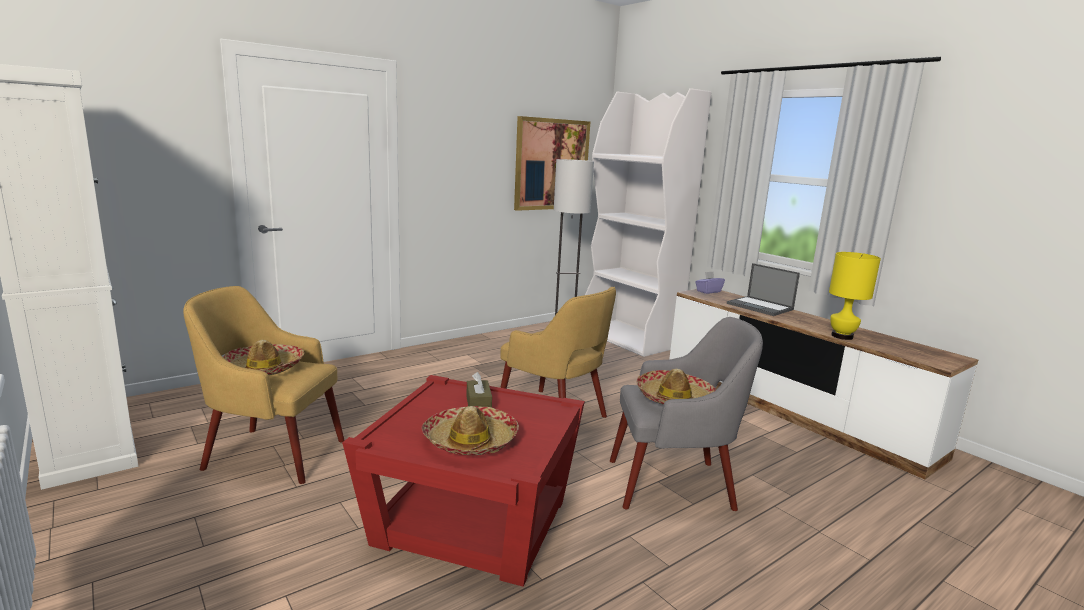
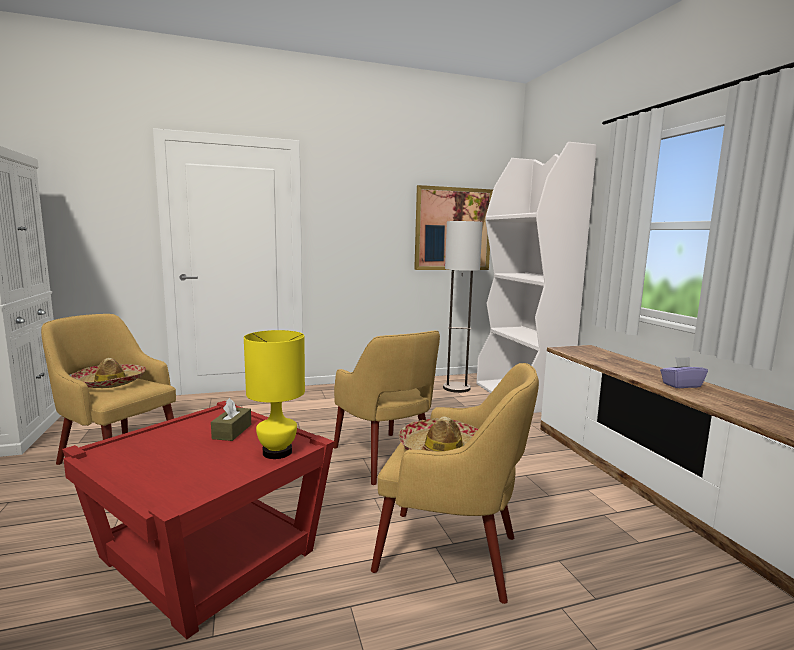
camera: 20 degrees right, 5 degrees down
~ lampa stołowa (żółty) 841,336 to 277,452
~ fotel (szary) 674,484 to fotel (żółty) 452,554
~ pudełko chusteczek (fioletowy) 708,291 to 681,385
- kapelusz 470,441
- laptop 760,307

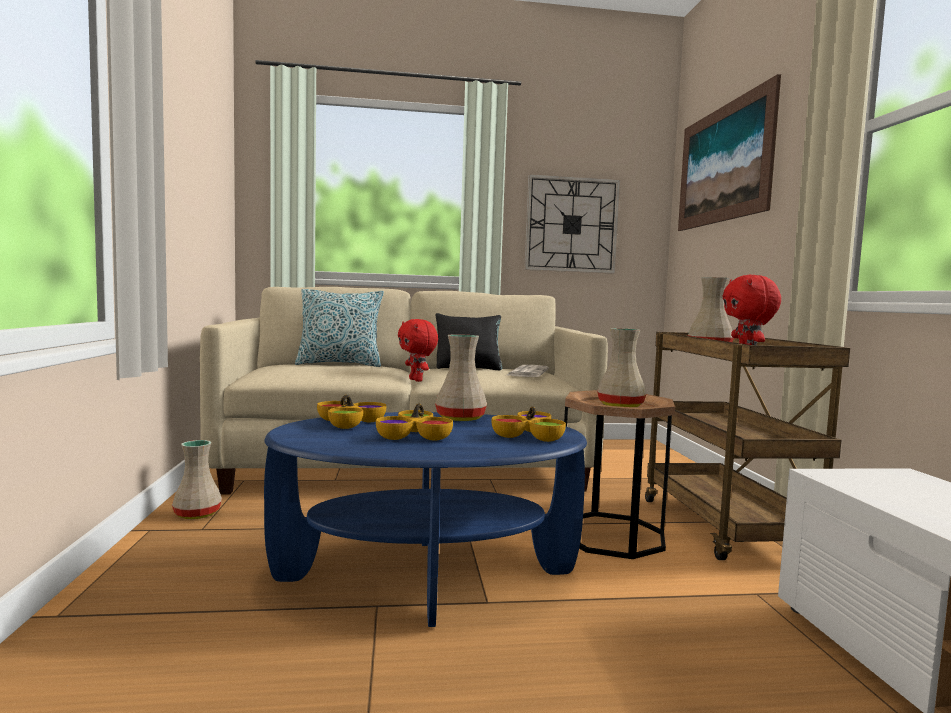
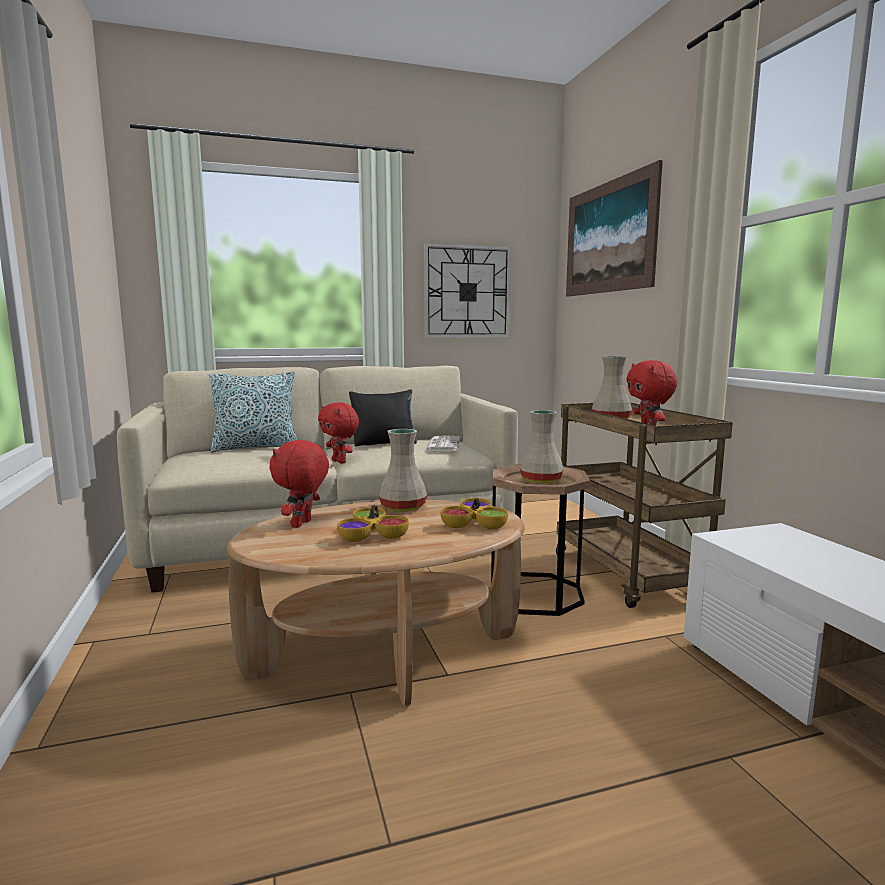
camera: 10 degrees left, 5 degrees up
~ ława (niebieski) 426,576 to ława (brązowy) 386,656
~ miska 349,423 to pluszak (czerwony) 302,524
- wazon (beżowy) 196,514

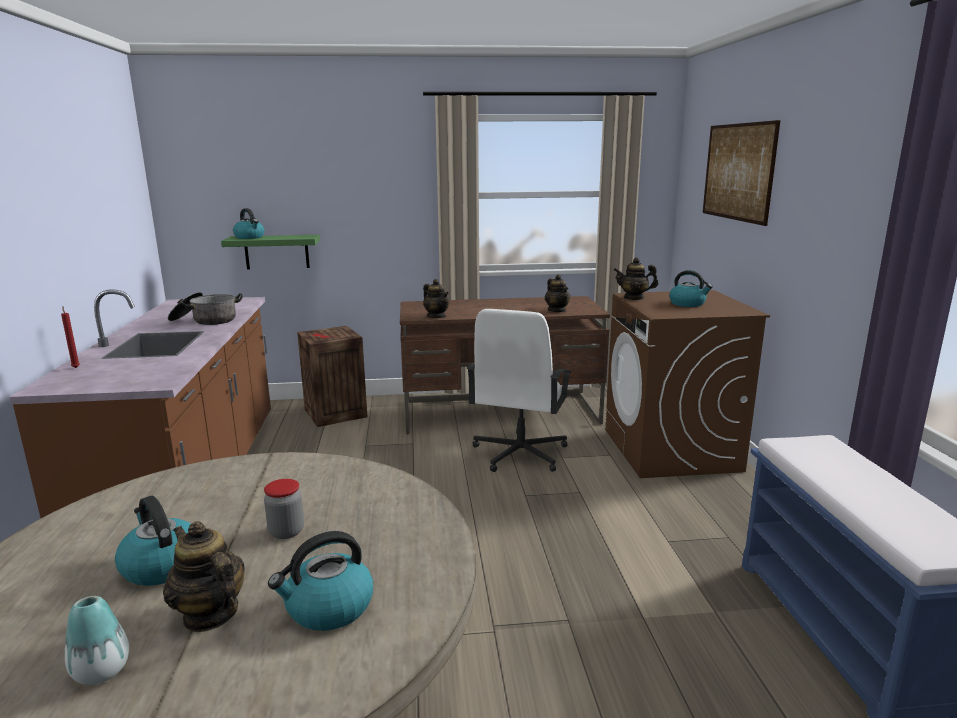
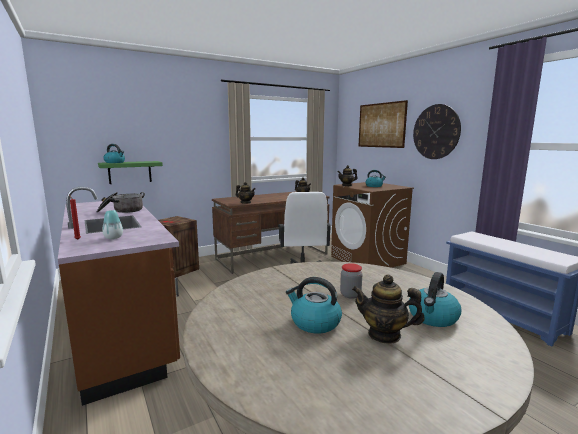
camera: 25 degrees left, 5 degrees down
~ wazon 101,671 to 113,237
+ zegar ścienny 436,132

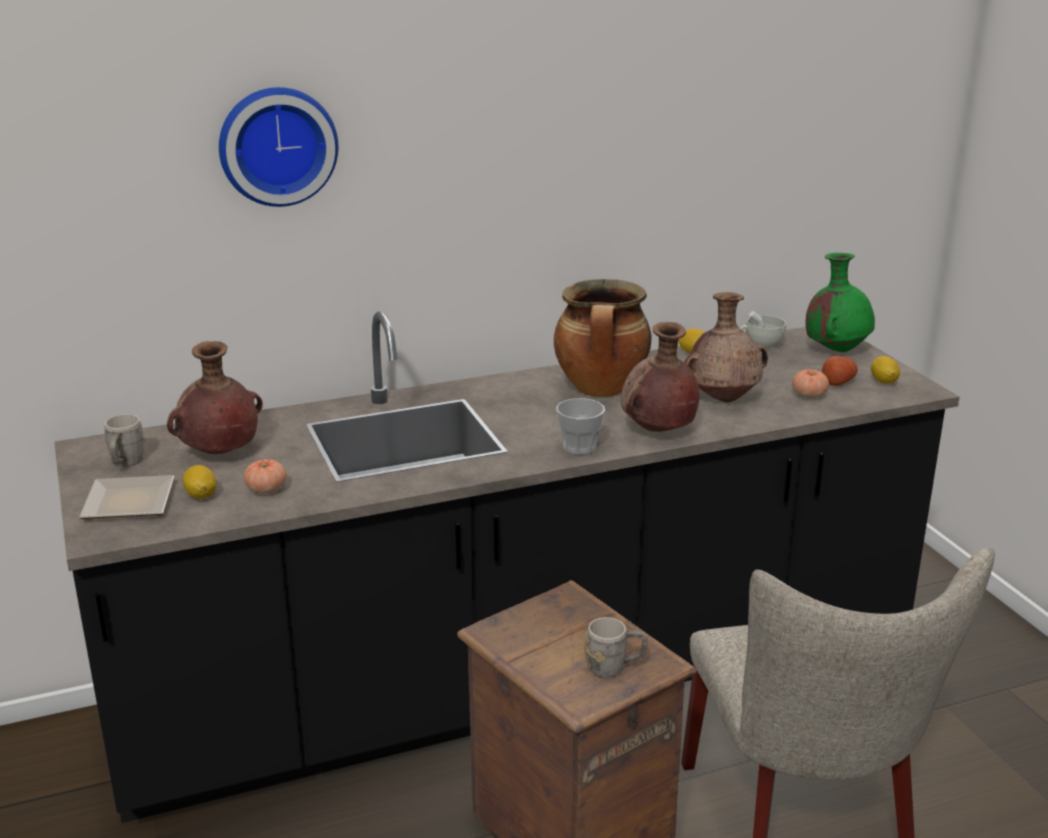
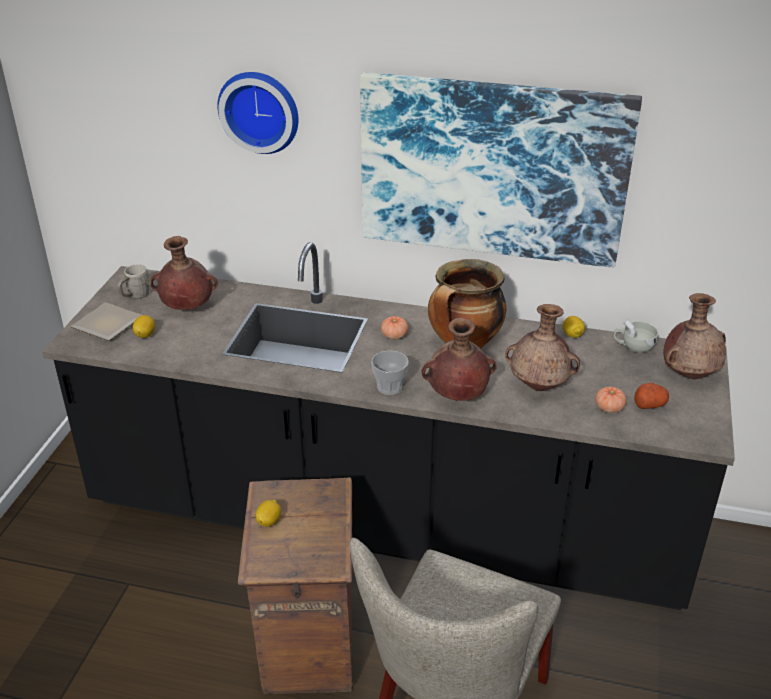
camera: 35 degrees right, 10 degrees up
~ cytryna 883,381 to 269,521
+ obraz 492,169
~ pomidor 266,489 to 394,336
~ wazon (zielony) 836,350 to wazon (brązowy) 690,374
- kubek (szary) 614,667

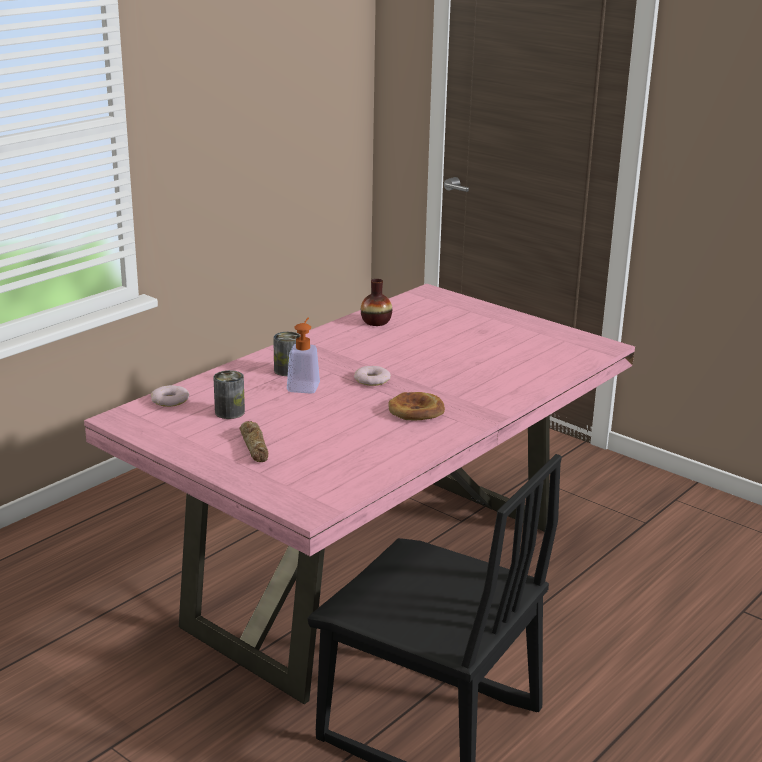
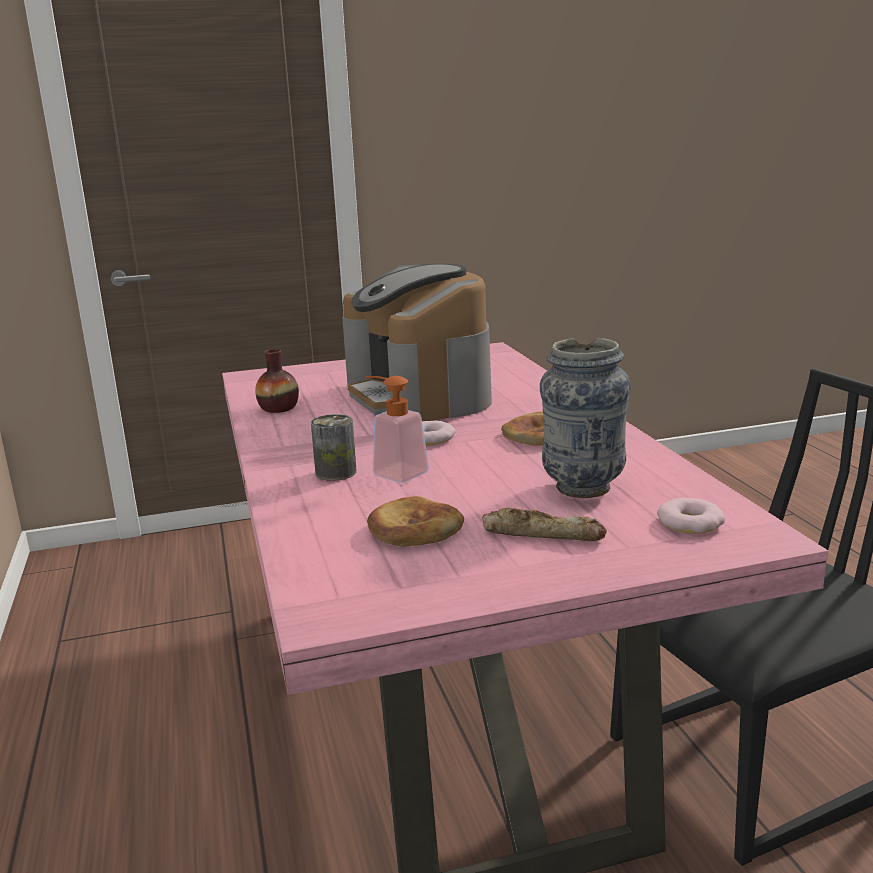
camera: 55 degrees left, 5 degrees down
+ ekspres do kawy 420,395
~ puszka 229,412 to chleb 414,529
+ wazon 583,487
~ donut 170,400 to 690,523

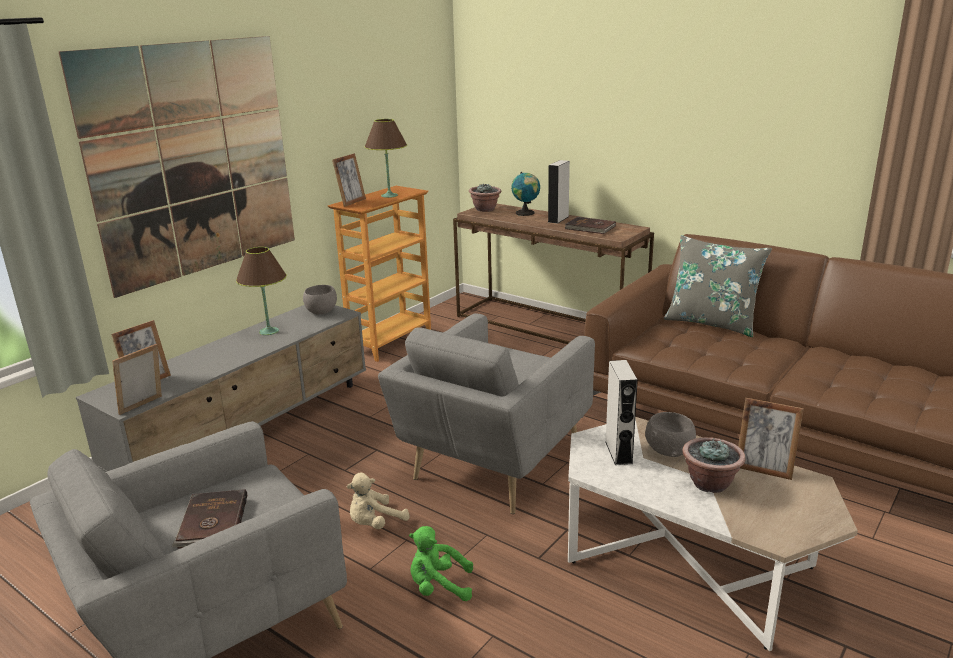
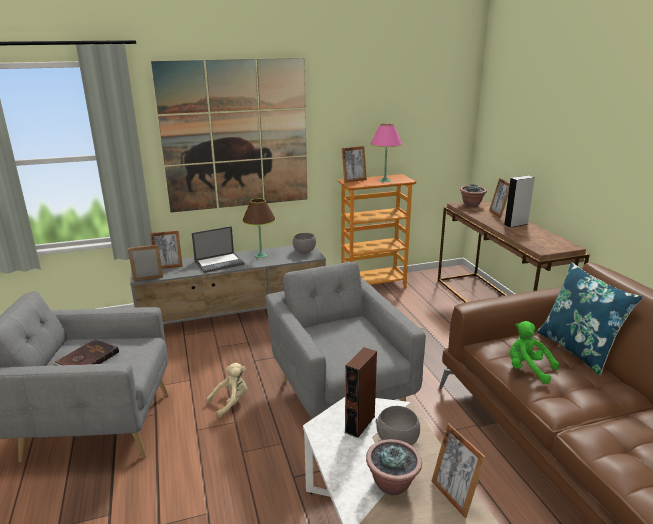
camera: 35 degrees right, 0 degrees up
+ laptop 220,262
~ pluszak (beżowy) 375,523 = 231,402 150 degrees clockwise
~ fotel (szary) 492,464 = 340,396 90 degrees clockwise
~ głośnik (szary) 618,452 to głośnik (brązowy) 360,424
~ lampa stołowa (brązowy) 389,195 to lampa stołowa (różowy) 384,180
~ globus 526,213 to ramka na zdjęcie 498,214
~ pluszak (zielony) 438,587 to 527,369
~ poduszka (szary) 712,323 to poduszka (niebieski) 577,350
- książka (brązowy) 590,228

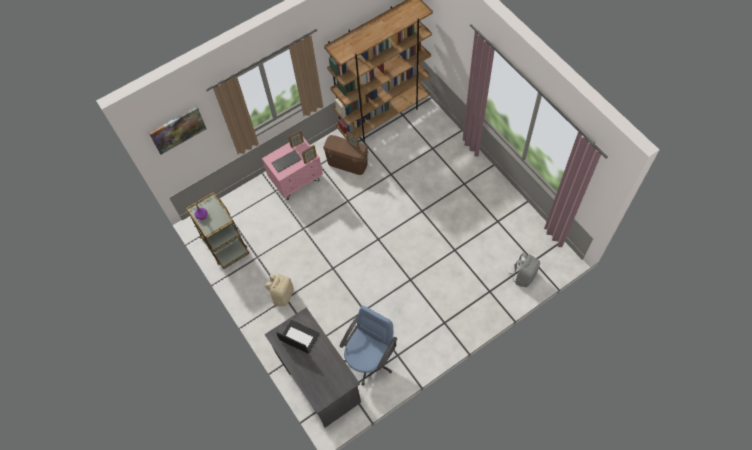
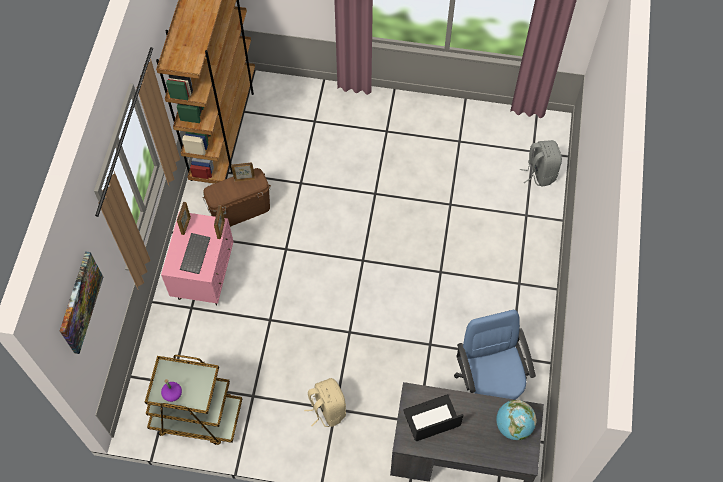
camera: 50 degrees left, 0 degrees up
+ globus 513,426

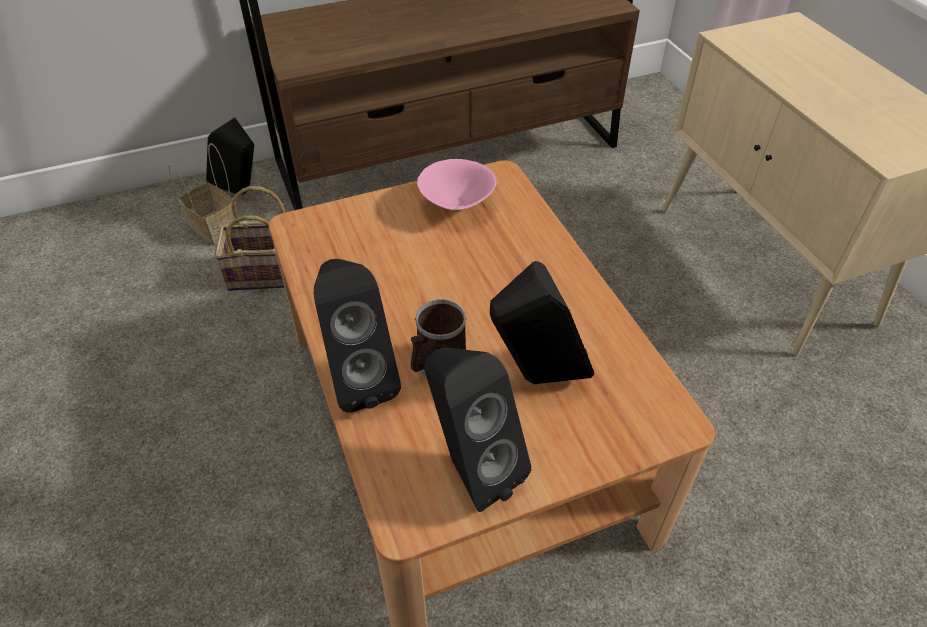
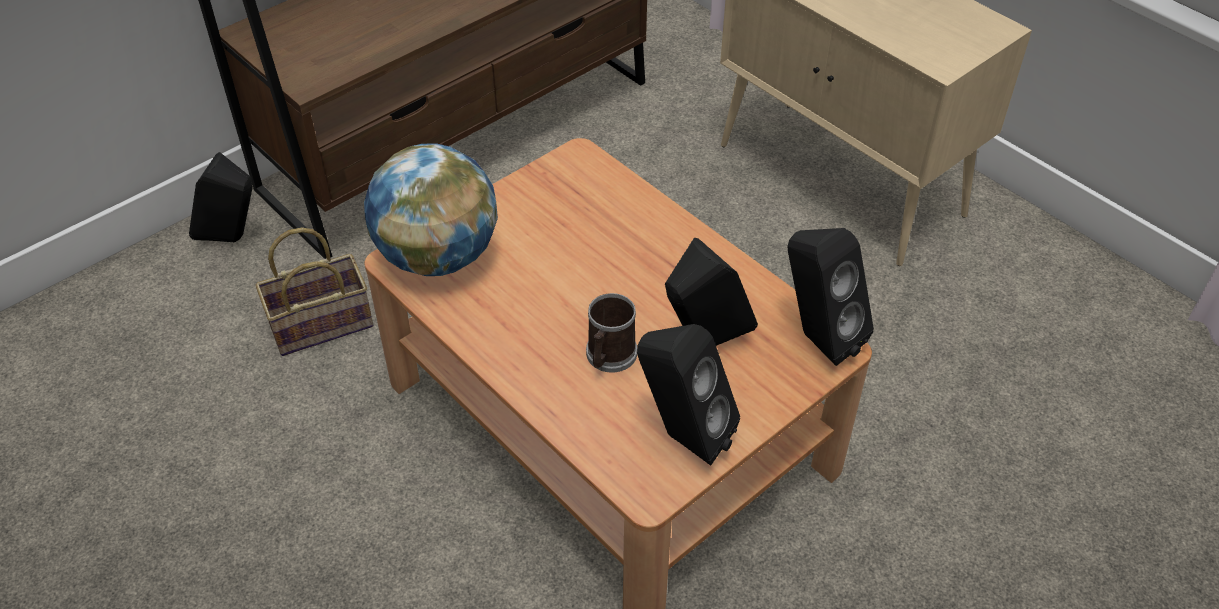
camera: 20 degrees left, 0 degrees up
+ globus 438,256
~ głośnik (czarny) 359,378 to 817,338
- koszyk 216,227
- miska (różowy) 456,206

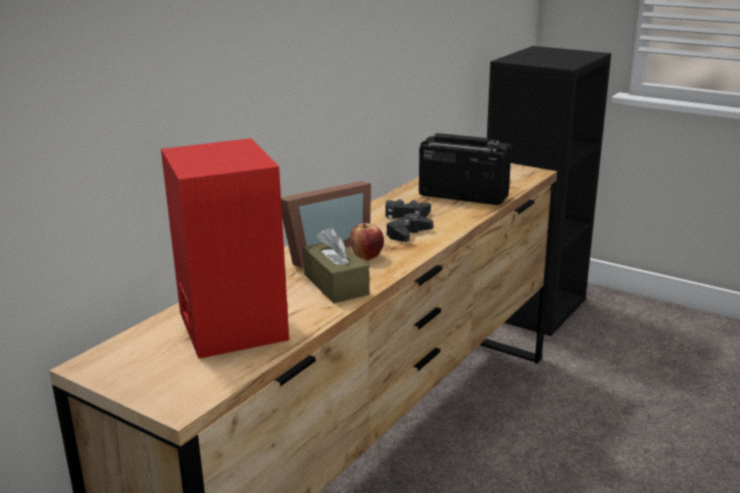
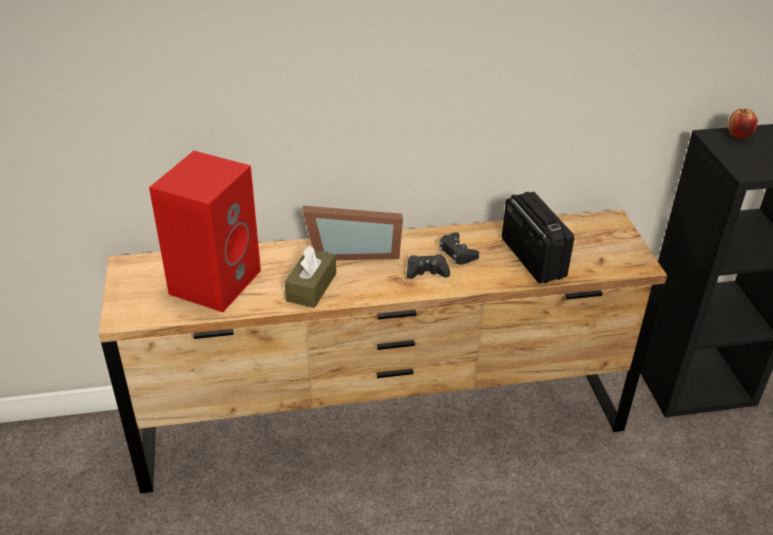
camera: 45 degrees right, 15 degrees up
~ jabłko 367,257 to 739,136

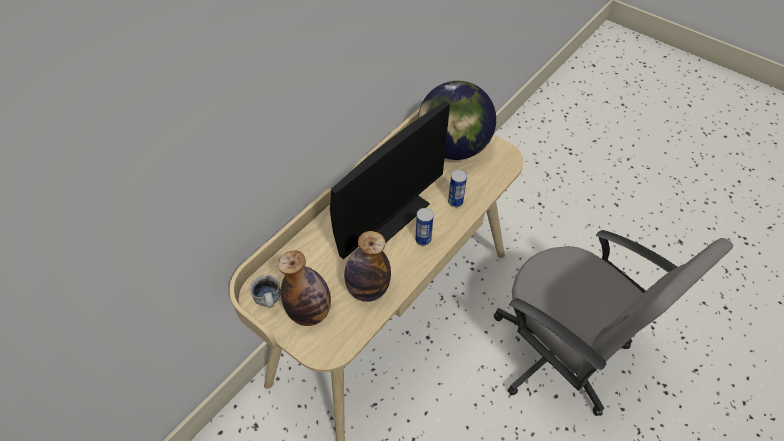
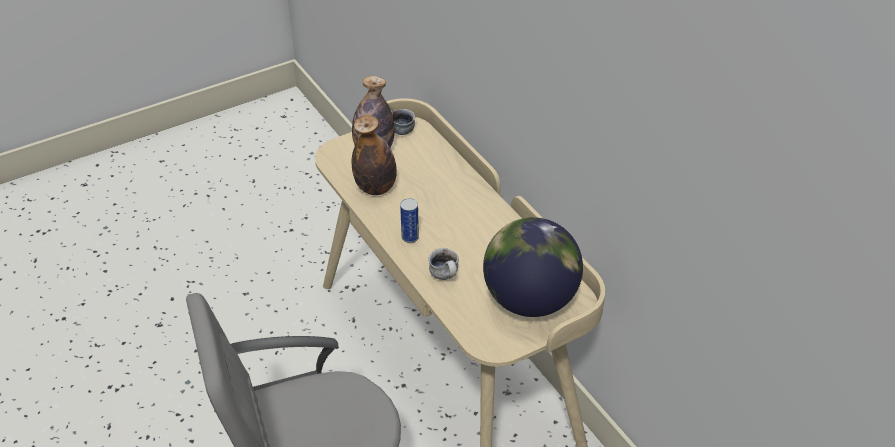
camera: 110 degrees right, 10 degrees down
~ puszka 455,202 to kubek 446,276
- monitor 389,217

